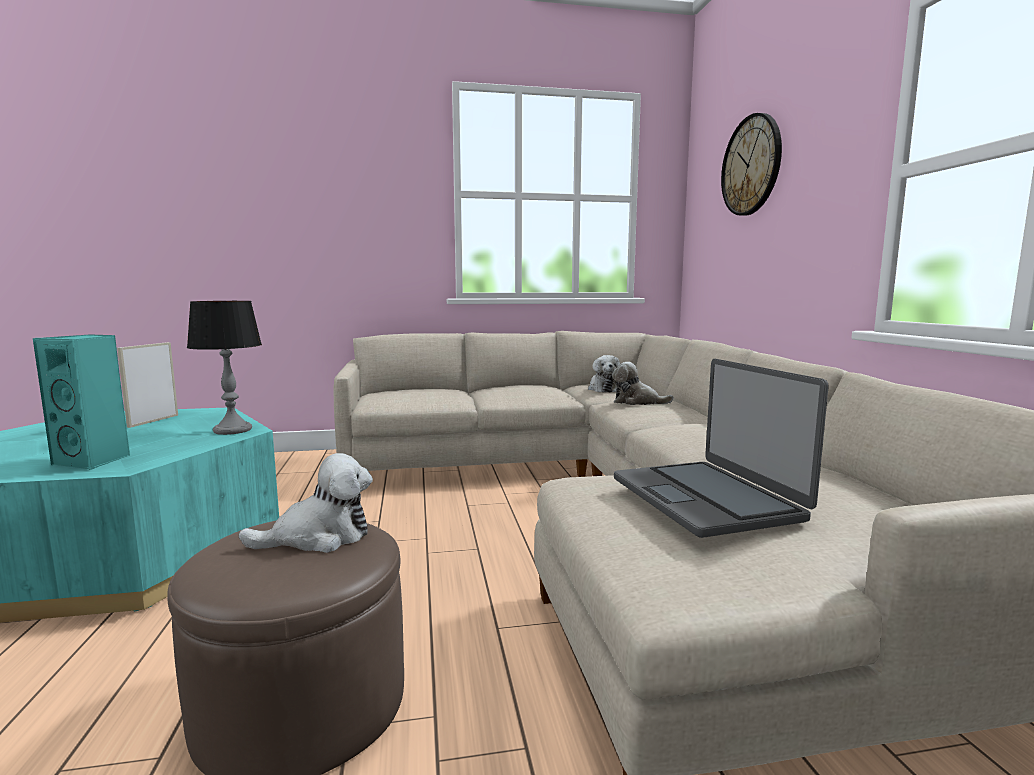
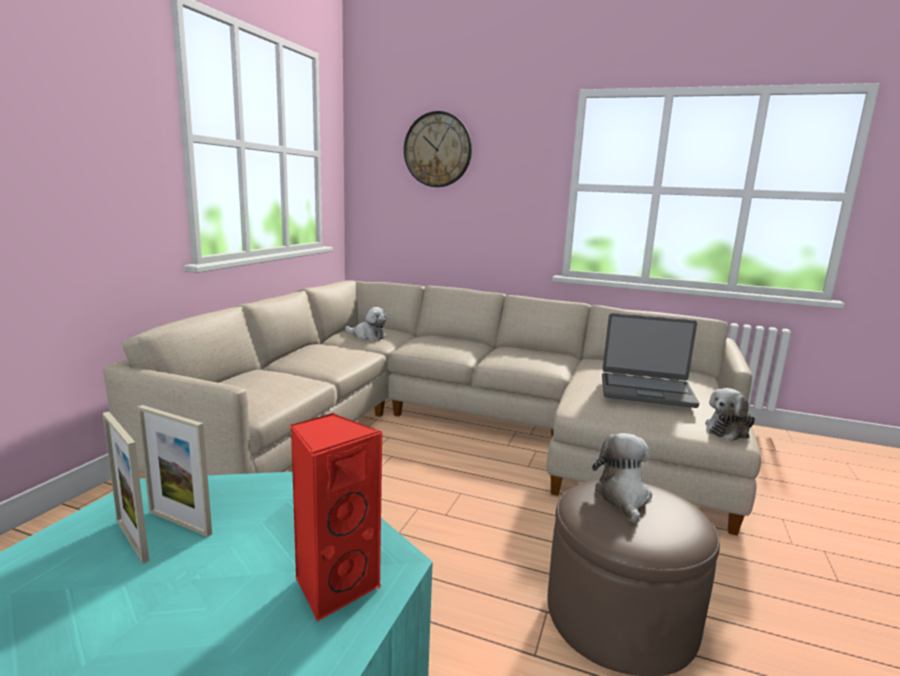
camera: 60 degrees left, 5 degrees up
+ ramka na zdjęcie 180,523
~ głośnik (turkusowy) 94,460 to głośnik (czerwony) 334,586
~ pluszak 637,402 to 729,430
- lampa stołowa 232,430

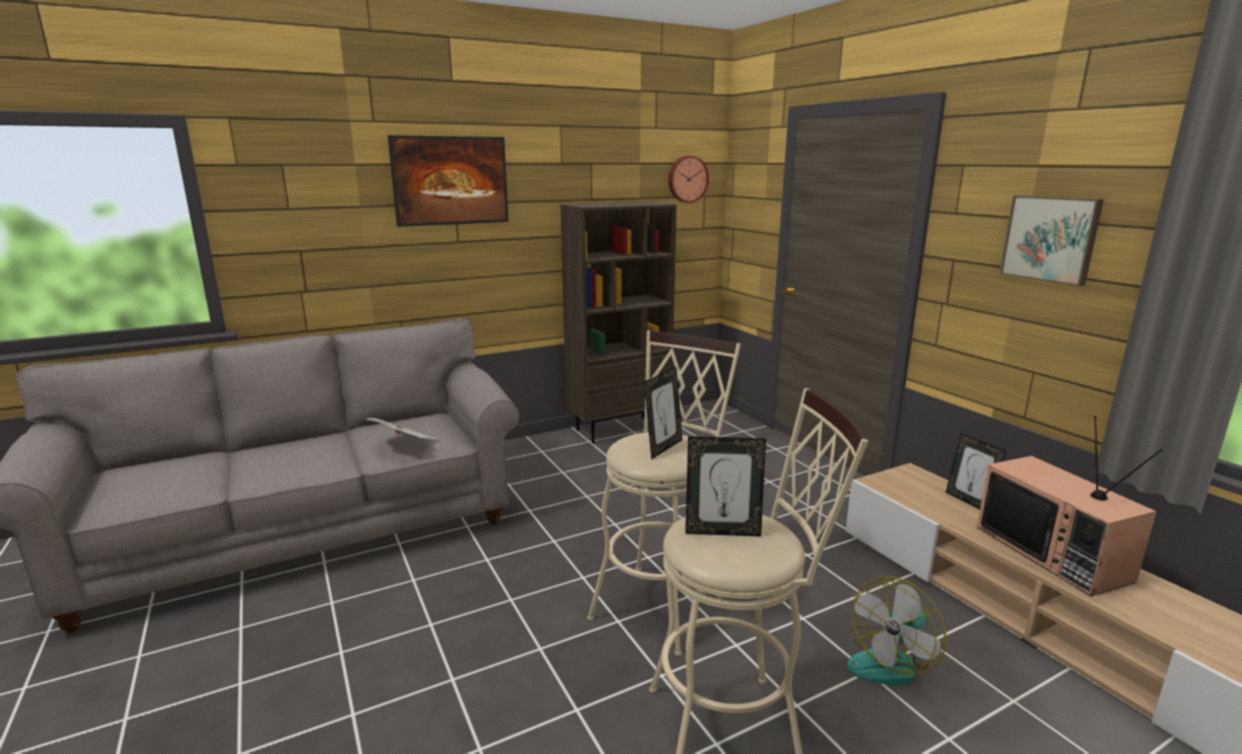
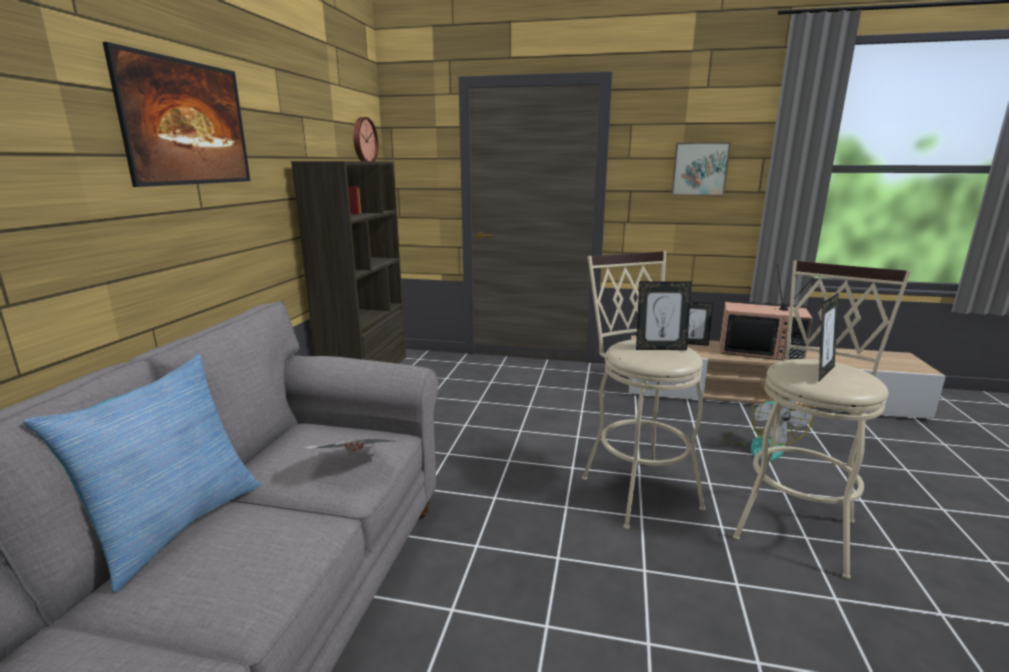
camera: 50 degrees left, 0 degrees up
+ poduszka 175,526
~ ramka na zdjęcie 663,448 = 660,348 105 degrees clockwise

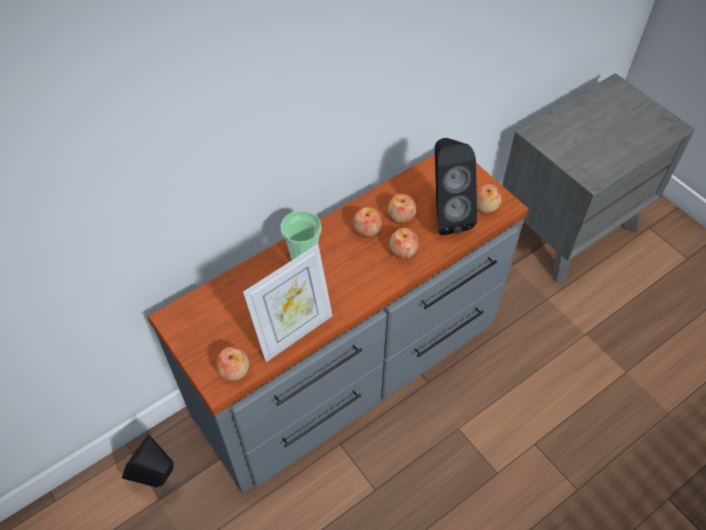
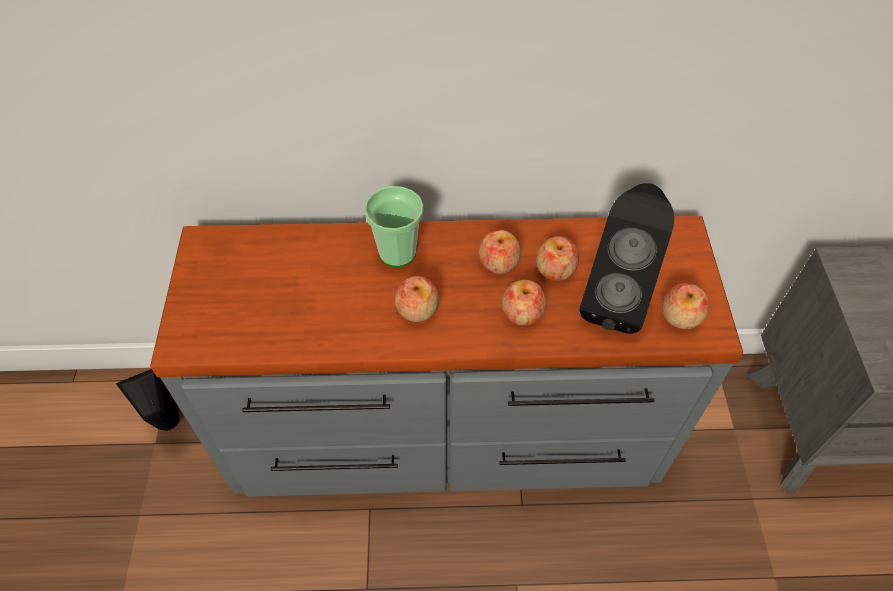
camera: 35 degrees right, 0 degrees up
~ jabłko 234,370 to 417,309
- ramka na zdjęcie 294,332

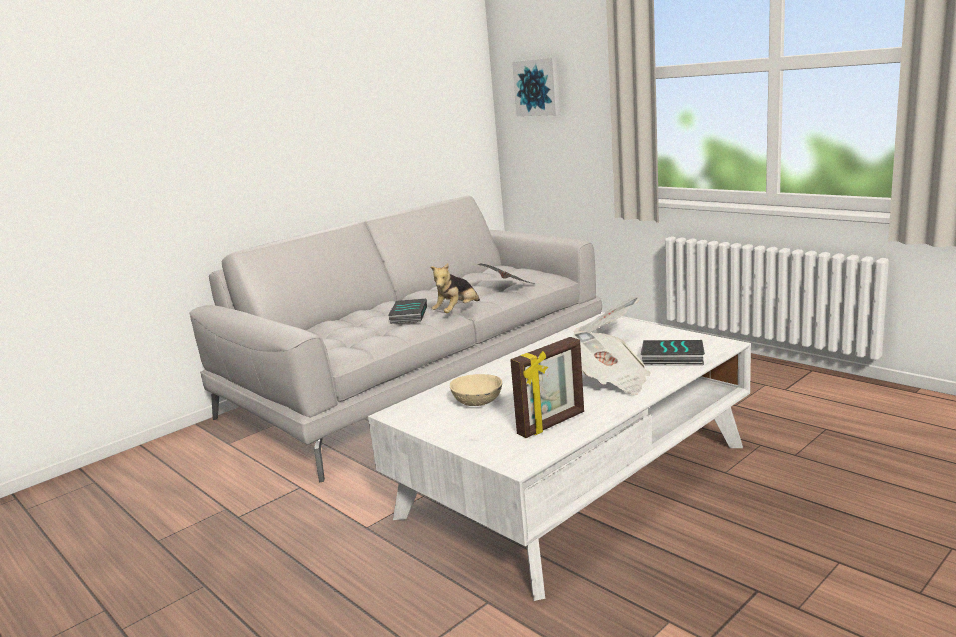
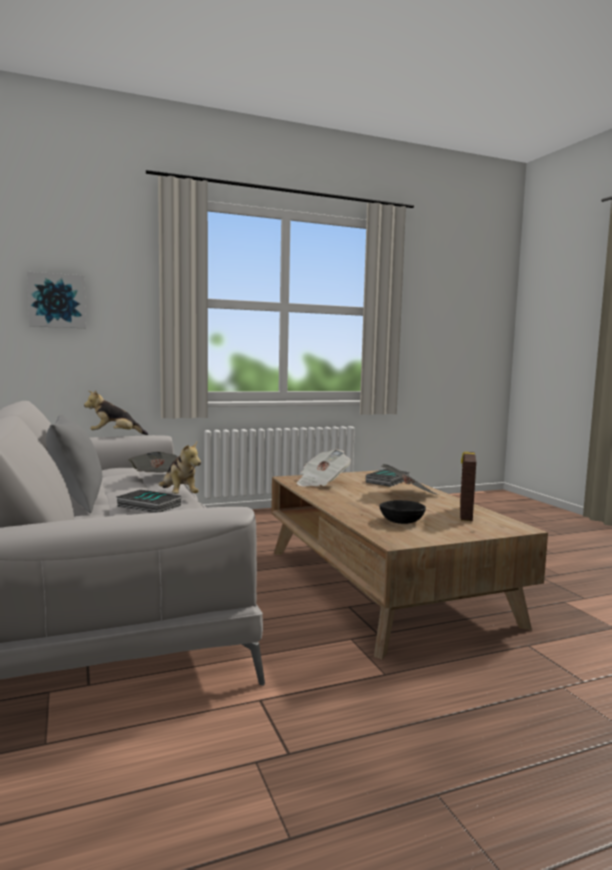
camera: 70 degrees left, 10 degrees down
+ poduszka (szary) 76,502
+ pluszak 115,435
~ ława (biały) 577,479 to ława (brązowy) 383,584
~ miska (beżowy) 477,402 to miska (czarny) 402,521
~ ramka na zdjęcie 552,424 = 465,514 150 degrees counterclockwise

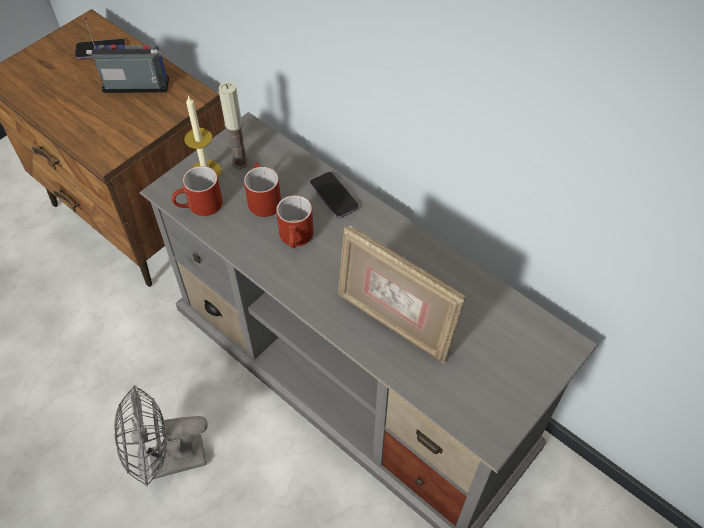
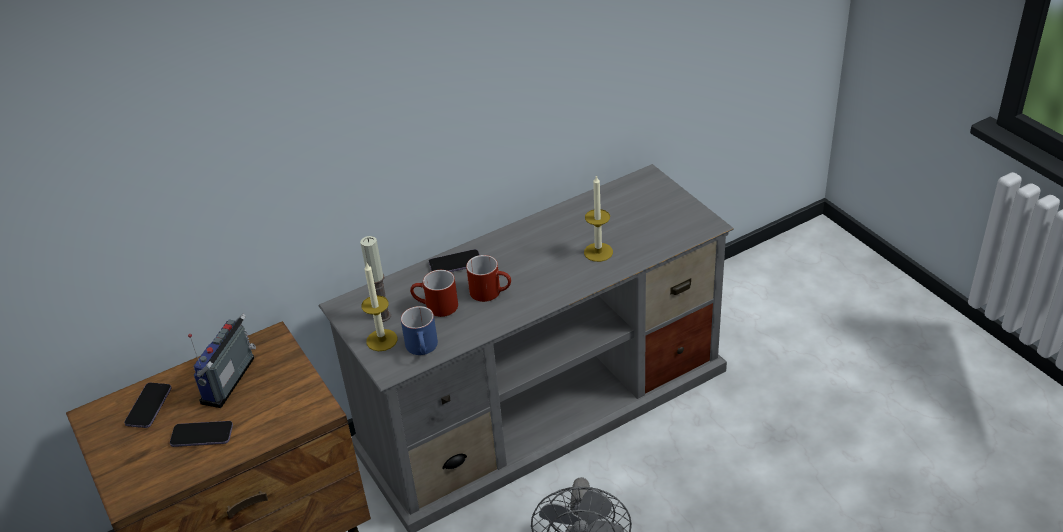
camera: 70 degrees left, 15 degrees down
+ telefon 202,435
~ kubek (czerwony) 200,207 to kubek (niebieski) 423,348
~ ramka na zdjęcie 393,323 to świeca 598,252

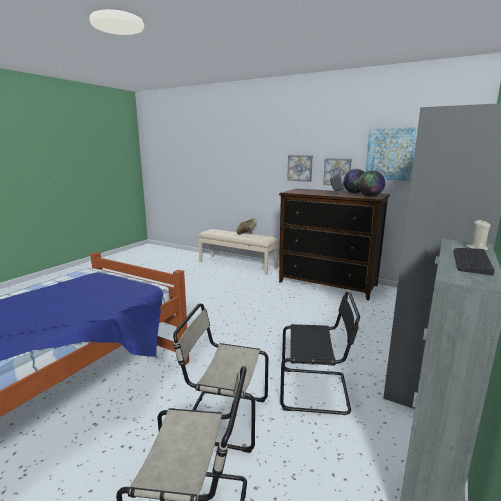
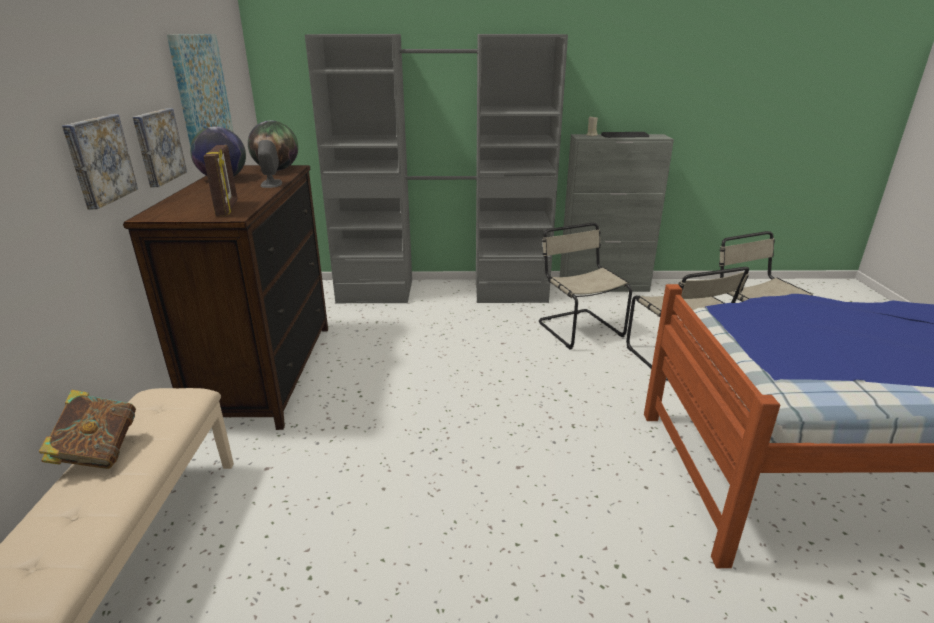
camera: 120 degrees left, 10 degrees up
+ ramka na zdjęcie 228,208
~ krzesło (czarny) 317,391 to krzesło (beżowy) 578,328

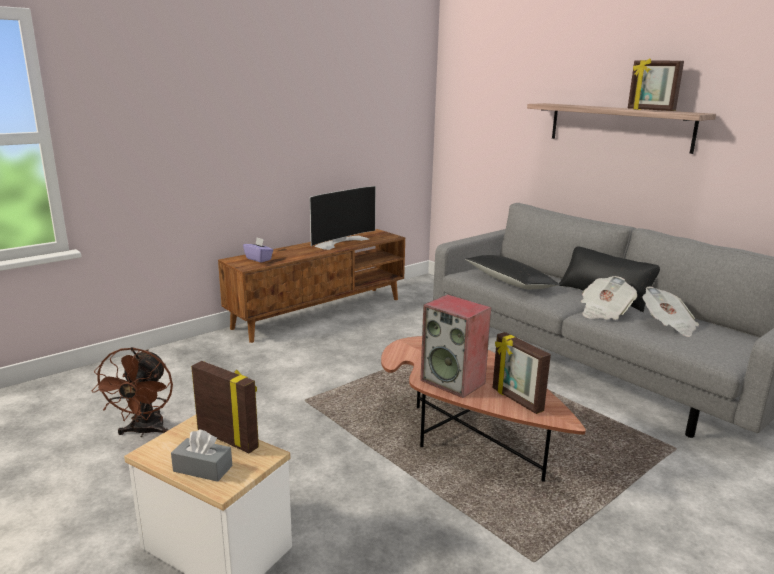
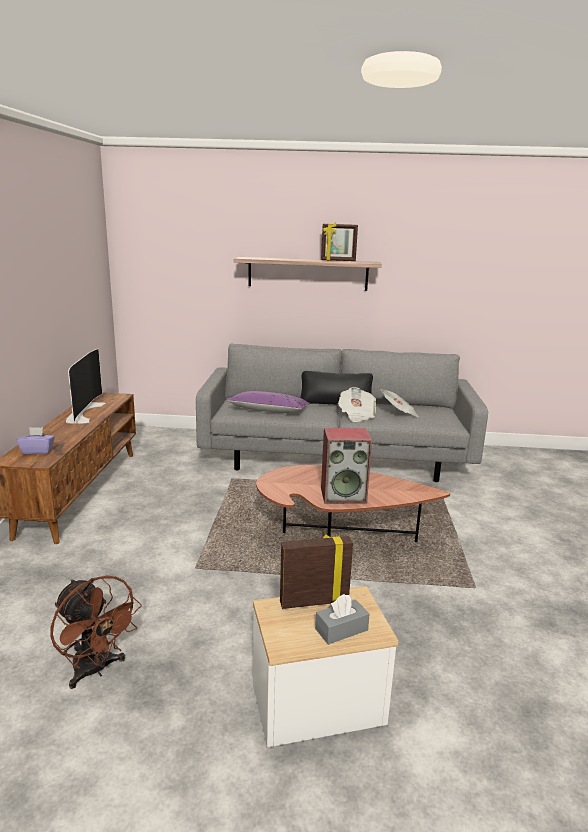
camera: 45 degrees left, 0 degrees up
~ poduszka (czarny) 509,282 to poduszka (fioletowy) 268,411
- ramka na zdjęcie 516,400

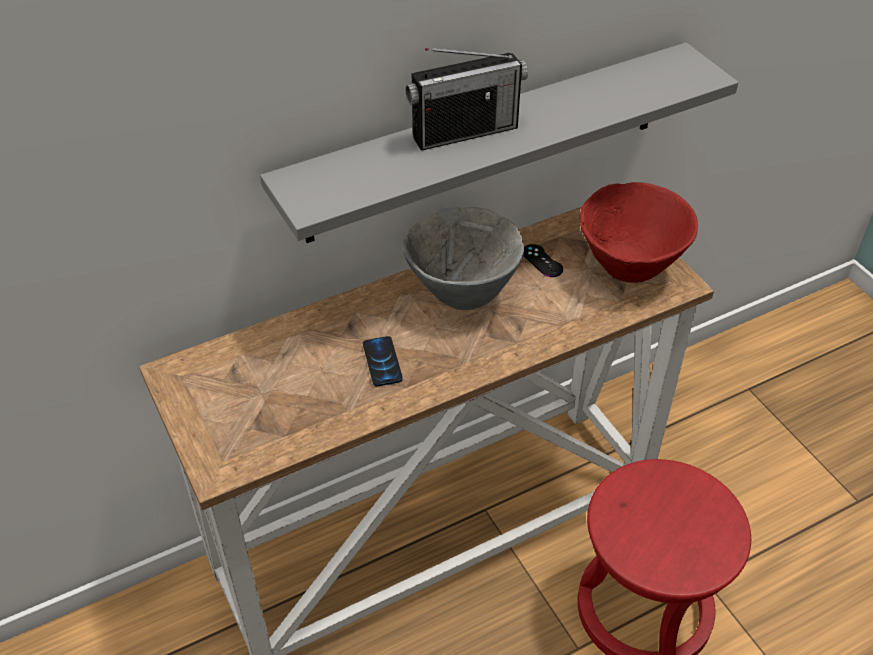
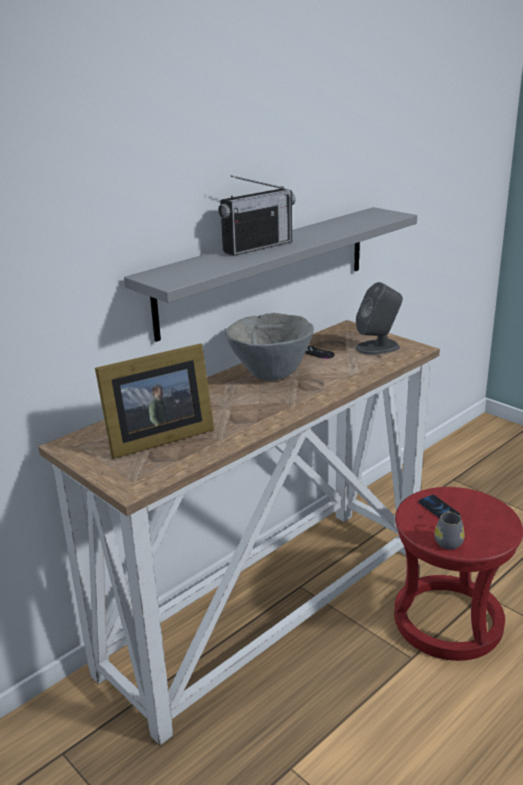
camera: 15 degrees left, 20 degrees down
+ ramka na zdjęcie 155,438
~ miska (czerwony) 629,268 to głośnik (szary) 378,347
~ telefon 382,362 to 439,509
+ kubek (szary) 448,540

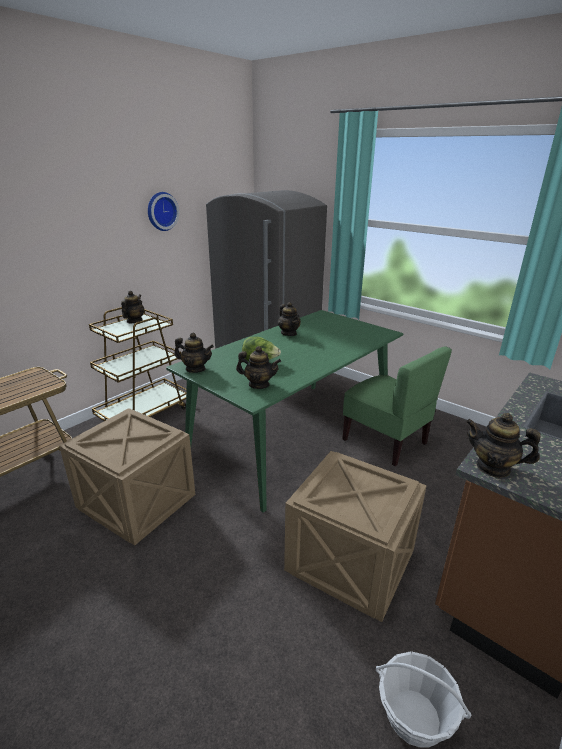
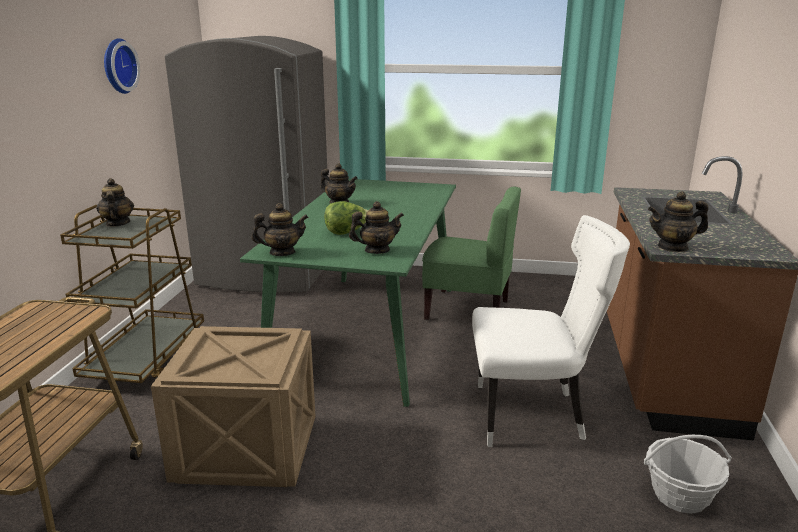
camera: 30 degrees left, 5 degrees down
~ skrzynka 351,563 to krzesło (biały) 533,415

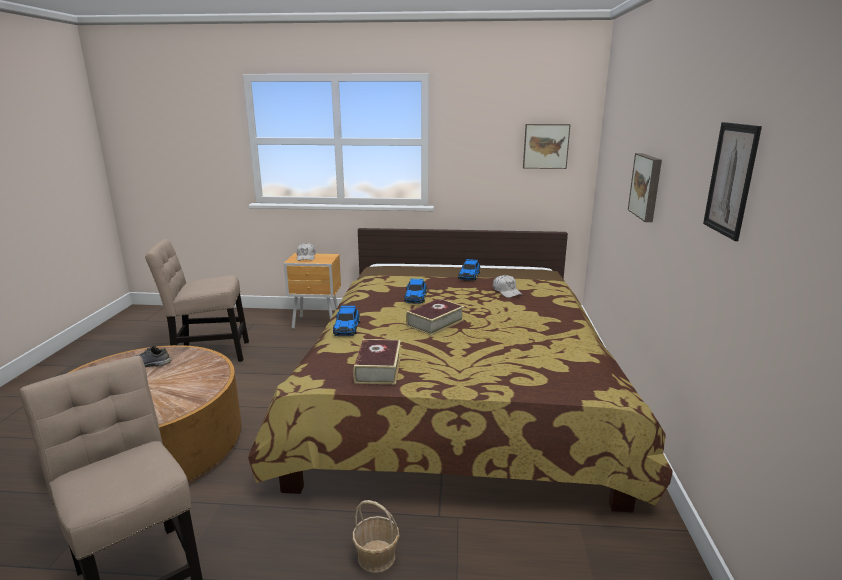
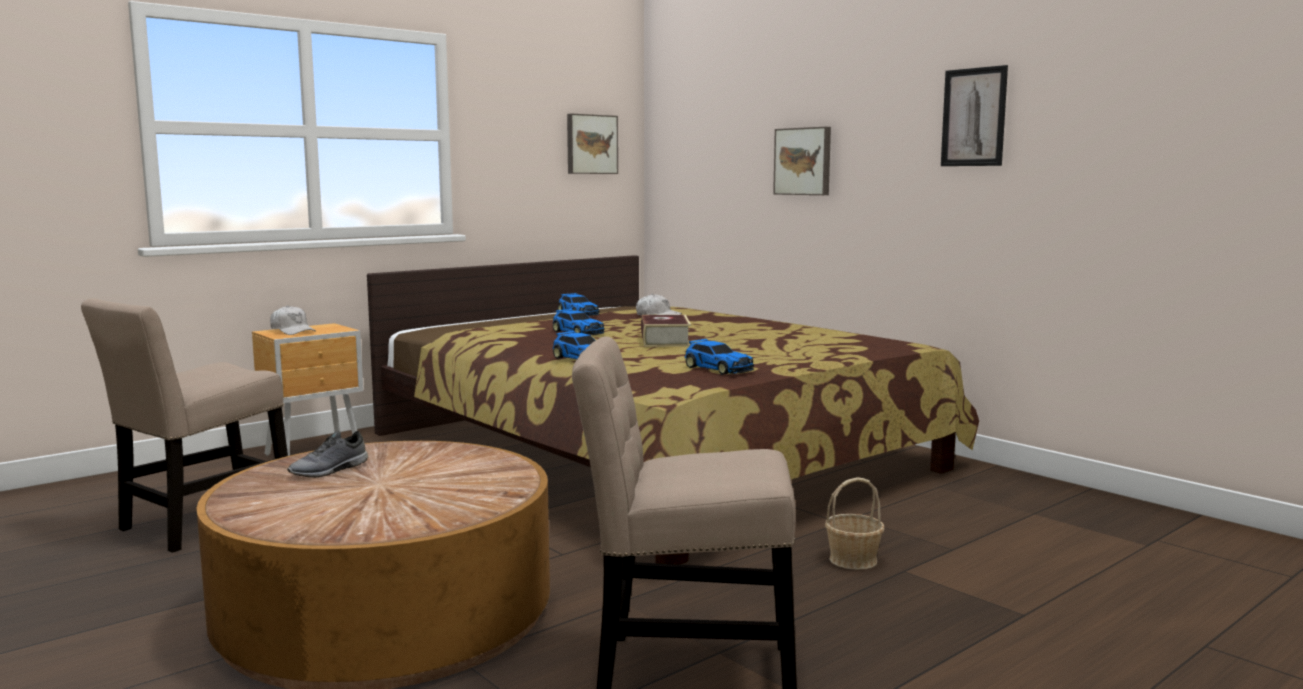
camera: 45 degrees left, 10 degrees down
~ książka 378,369 to samochodzik 718,369

